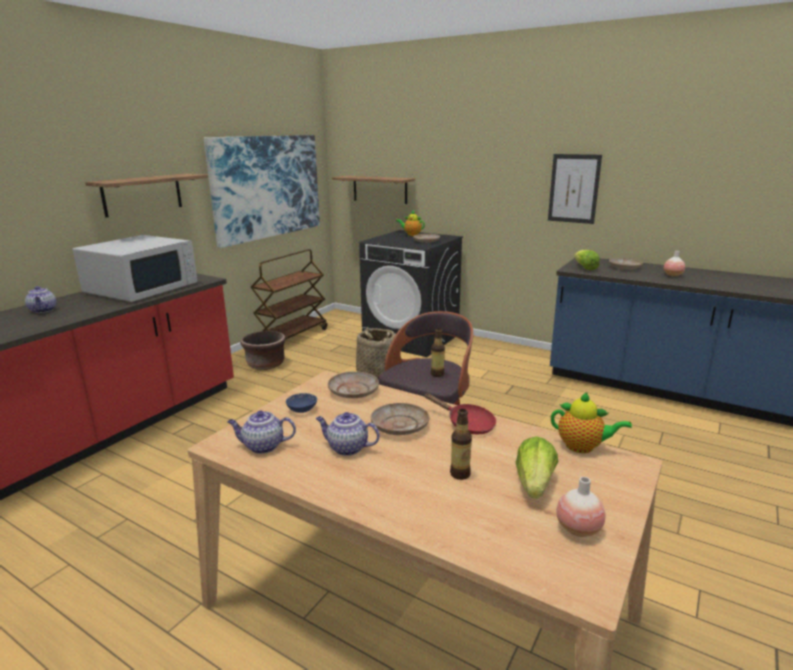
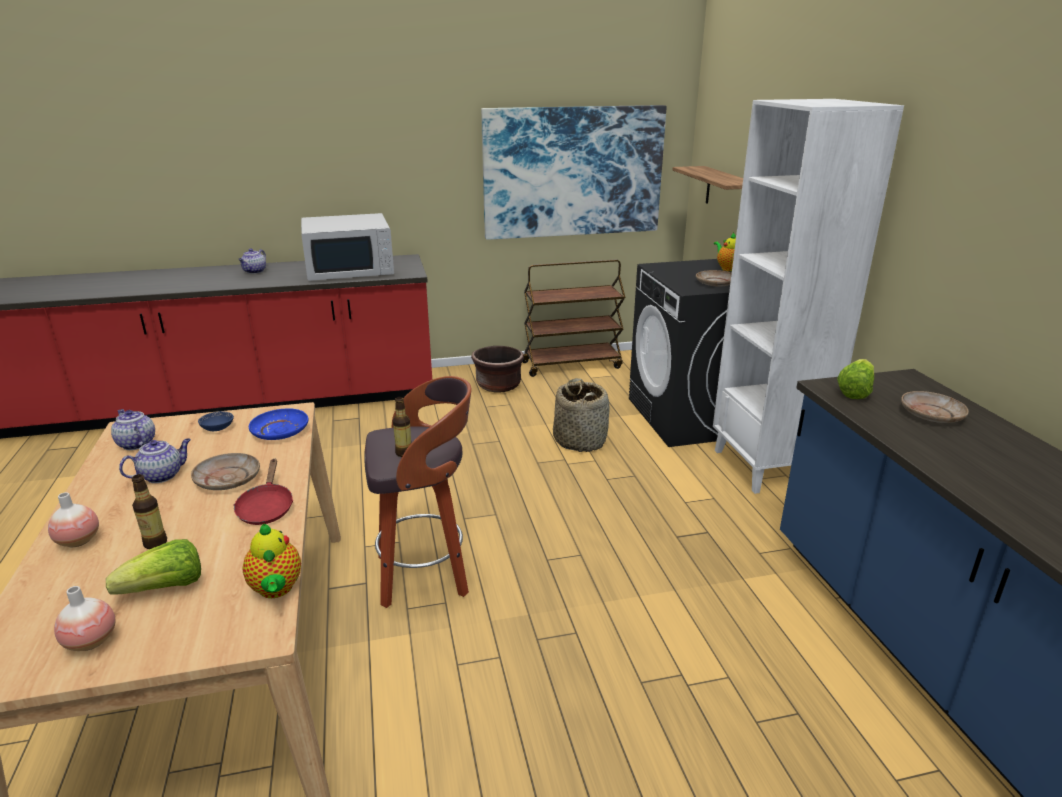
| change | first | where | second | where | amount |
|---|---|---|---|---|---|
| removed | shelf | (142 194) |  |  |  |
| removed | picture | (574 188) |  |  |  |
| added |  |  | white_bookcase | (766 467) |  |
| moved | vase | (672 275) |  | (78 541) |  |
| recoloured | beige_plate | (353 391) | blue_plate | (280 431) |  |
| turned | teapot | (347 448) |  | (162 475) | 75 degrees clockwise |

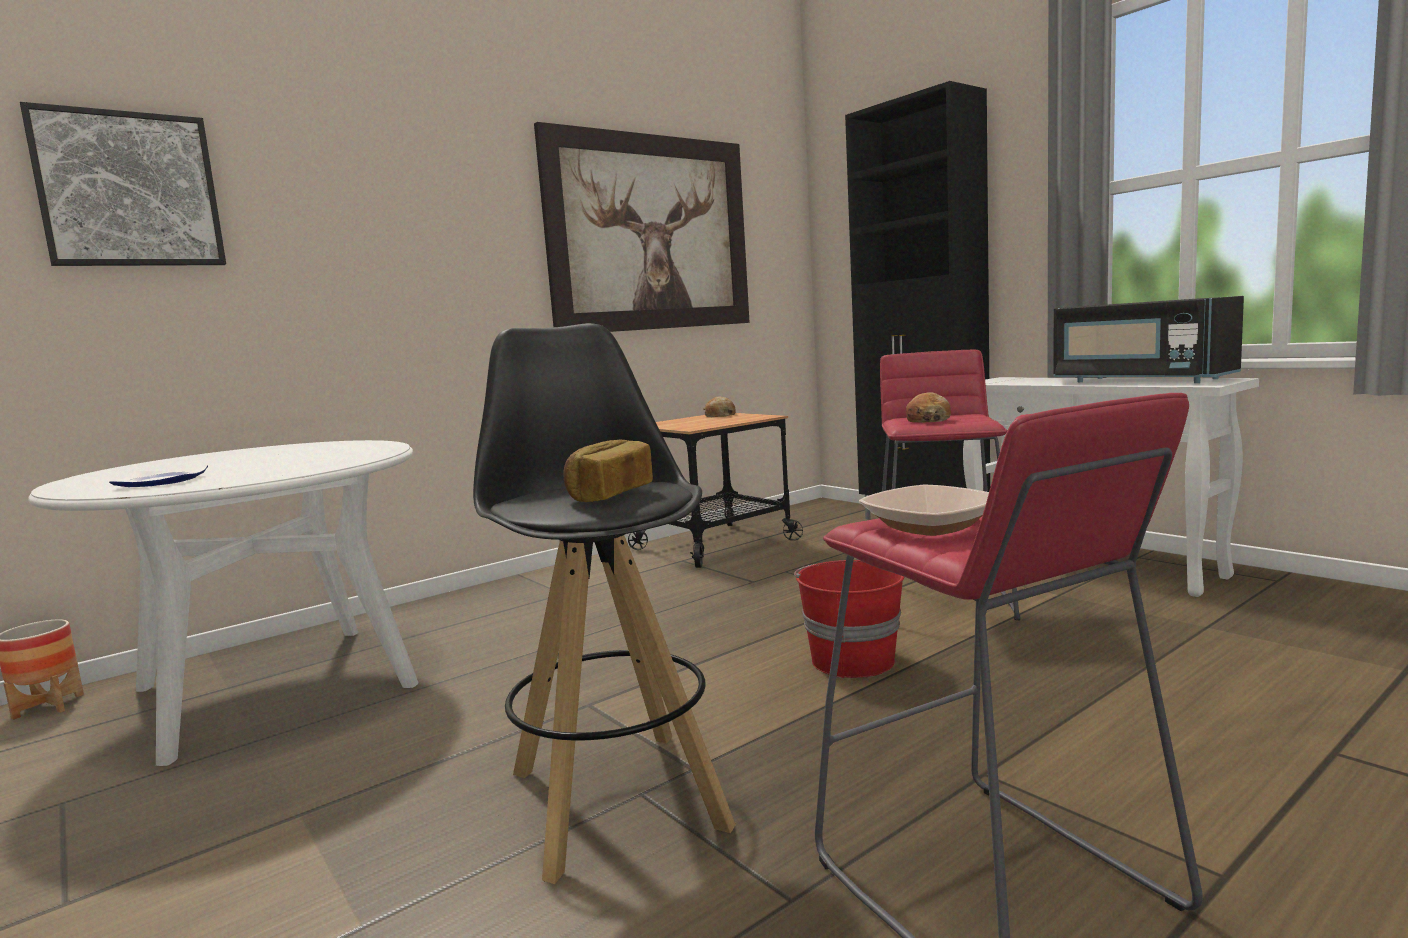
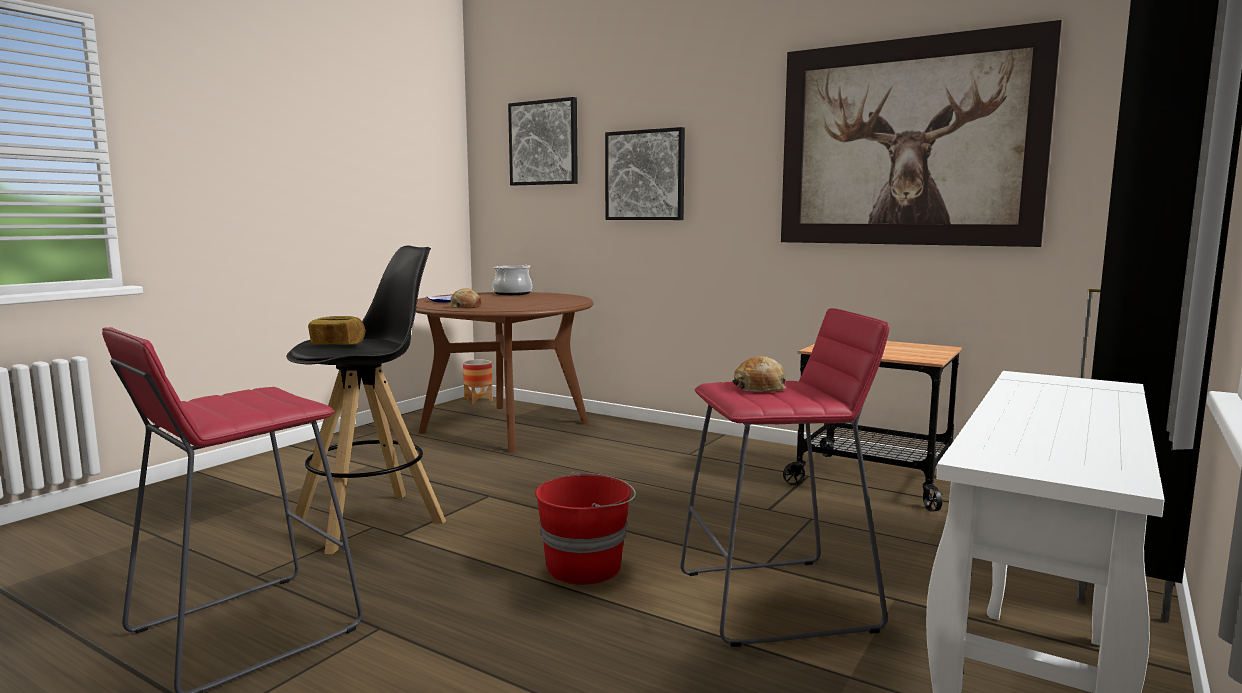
| change | first | where | second | where | amount |
|---|---|---|---|---|---|
| removed | bowl | (929 526) |  |  |  |
| removed | black_microwave | (1139 381) |  |  |  |
| added |  |  | cooking_pot | (512 293) |  |
| added |  |  | picture | (645 175) |  |
| moved | bread | (719 415) |  | (466 307) |  |
| recoloured | white_dining_table | (274 687) | brown_dining_table | (505 427) |  |

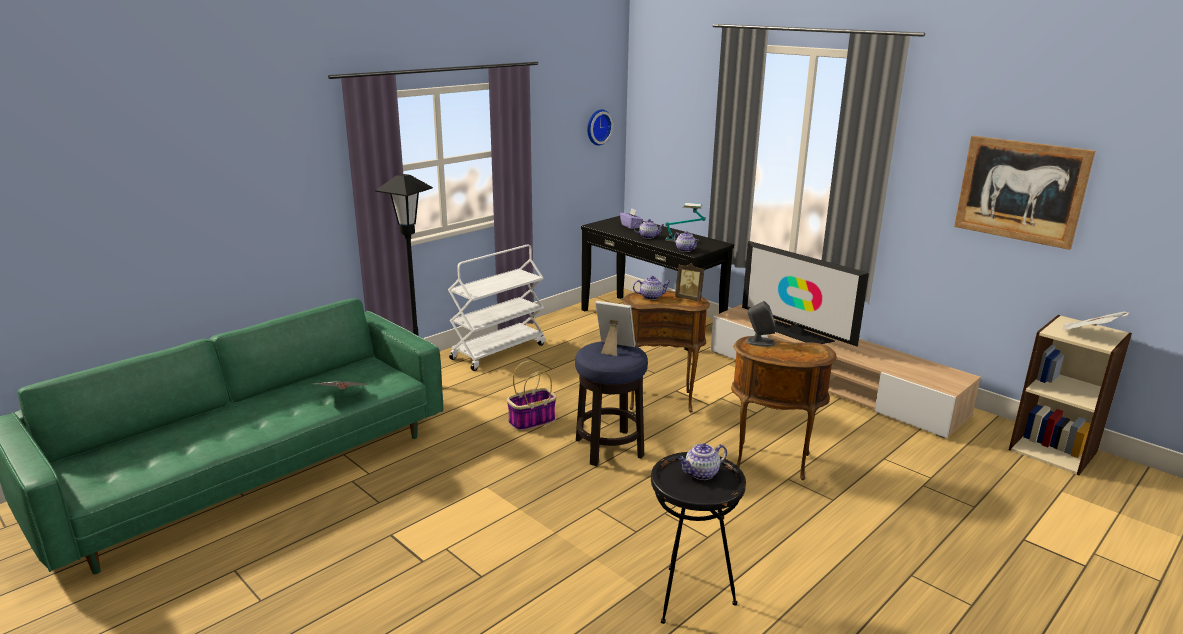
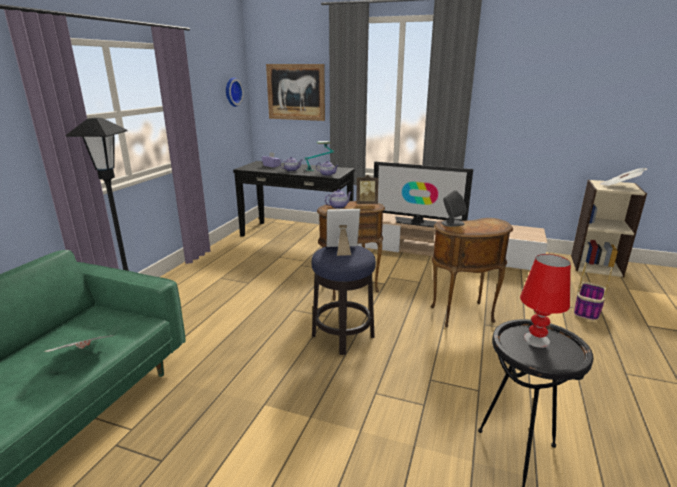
| change | first | where | second | where | amount |
|---|---|---|---|---|---|
| removed | white_cart | (498 351) |  |  |  |
| moved | basket | (531 421) |  | (587 311) |  |
| moved | picture | (1020 190) |  | (296 92) |  |
| replaced | teapot | (701 474) | red_table_lamp | (536 340) |  |

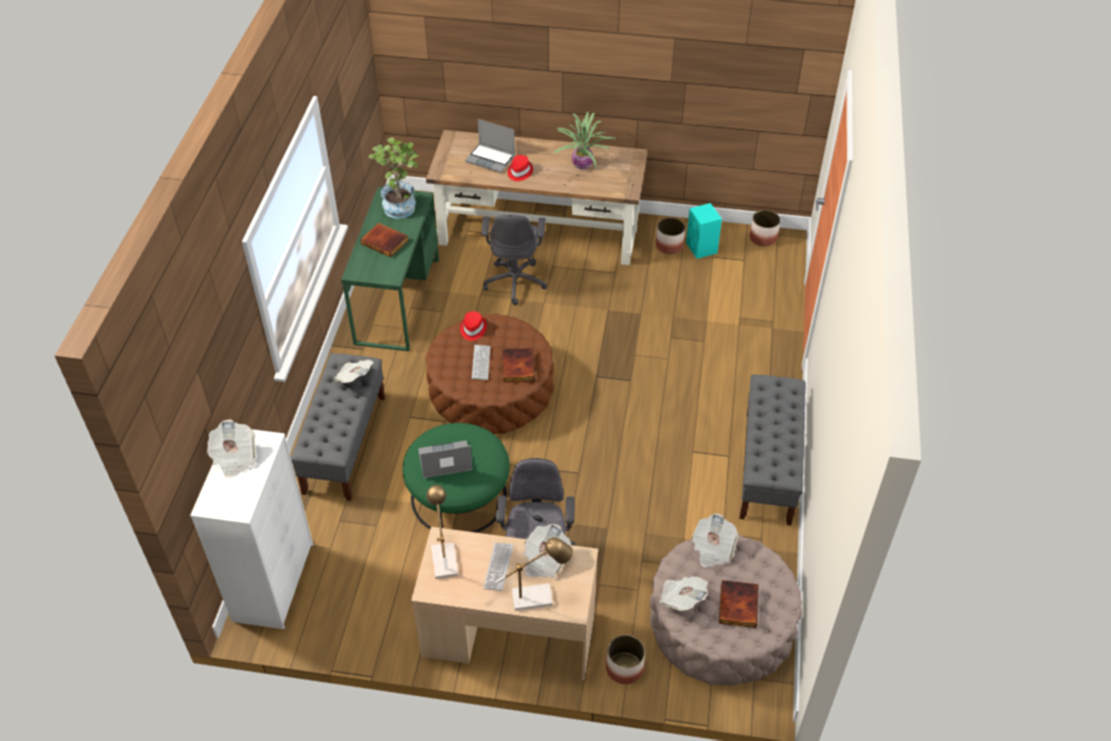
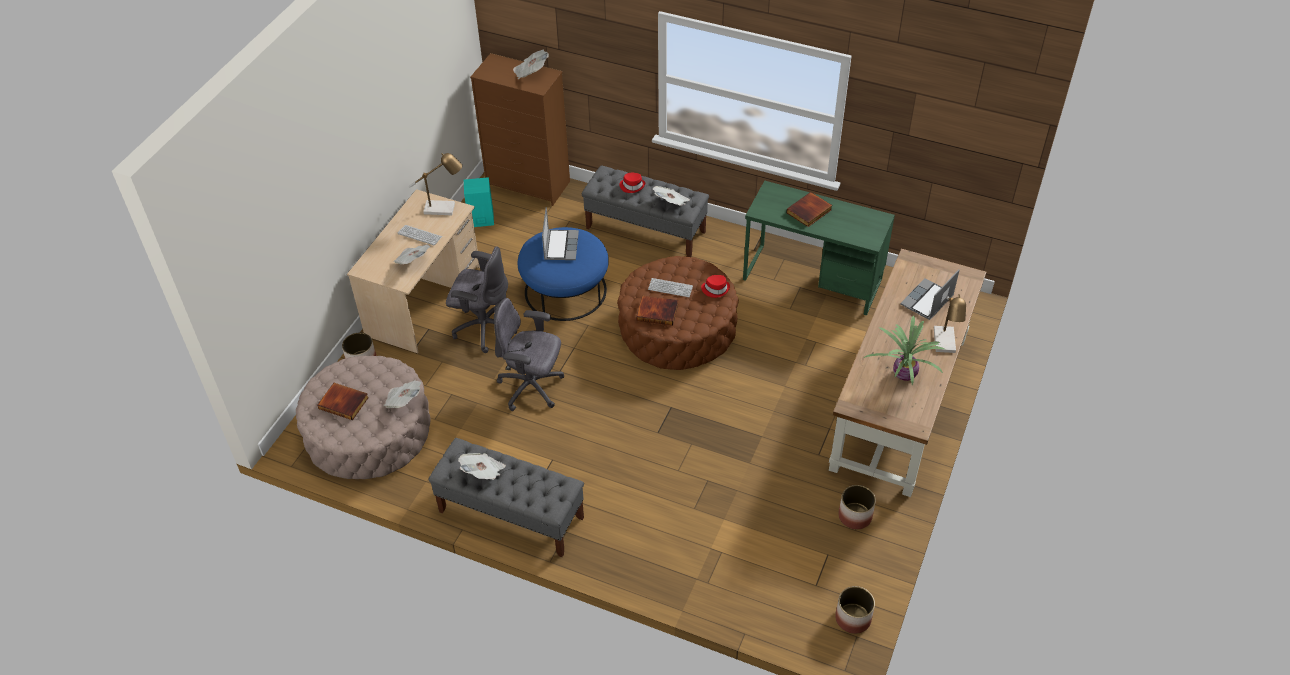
| change | first | where | second | where | amount |
|---|---|---|---|---|---|
| removed | potted_plant | (401 205) |  |  |  |
| moved | grey_office_chair | (515 281) |  | (532 388) |  |
| moved | table_lamp | (538 596) |  | (945 344) |  |
| moved | red_hat | (519 172) |  | (632 186) |  |
| moved | newspaper | (681 598) |  | (483 472) |  |
| moved | turquoise_speaker | (701 248) |  | (480 219) |  |
| recoloured | white_dresser | (274 581) | brown_dresser | (529 184) |  |
| recoloured | green_ottoman | (458 496) | blue_ottoman | (565 290) |  |

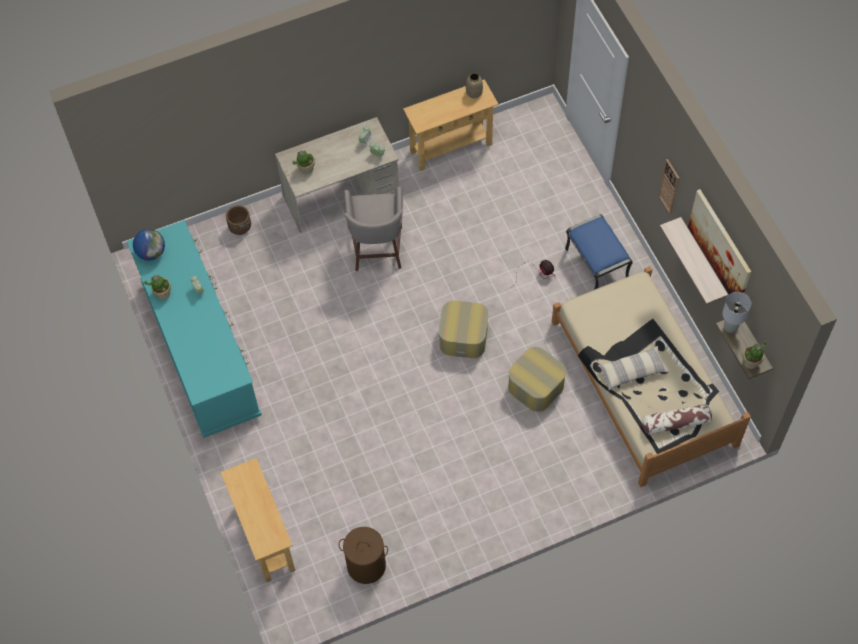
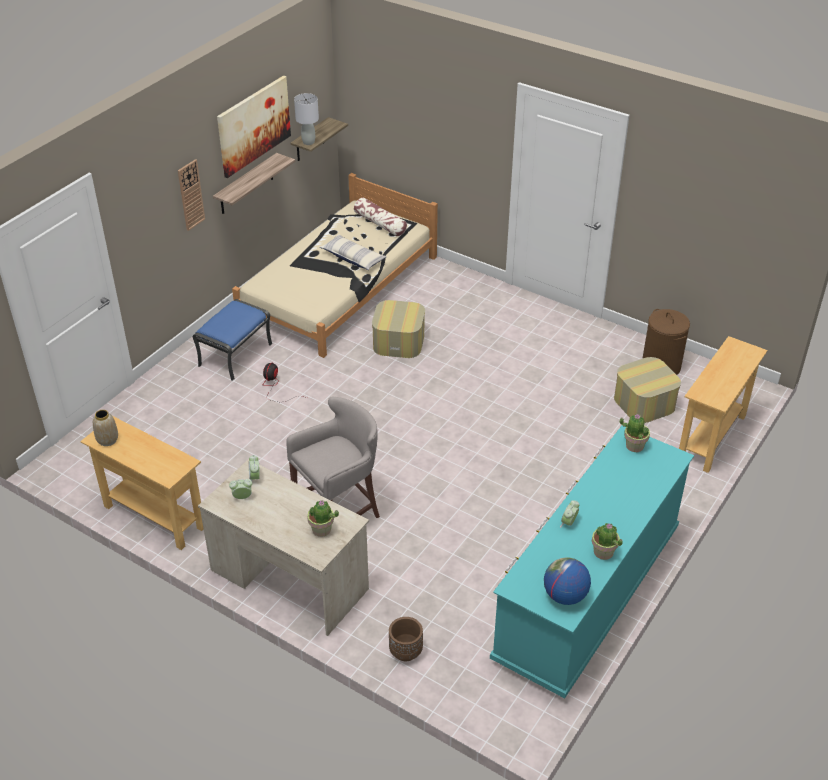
| change | first | where | second | where | amount |
|---|---|---|---|---|---|
| moved | ottoman | (463 336) |  | (644 402) |  |
| moved | potted_plant | (751 362) |  | (634 445) |  |

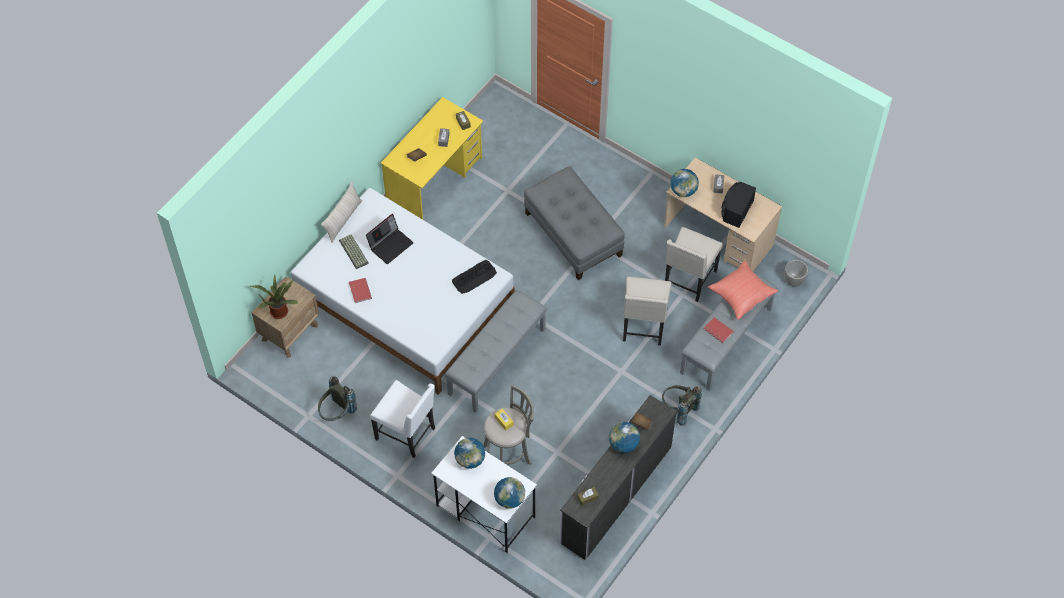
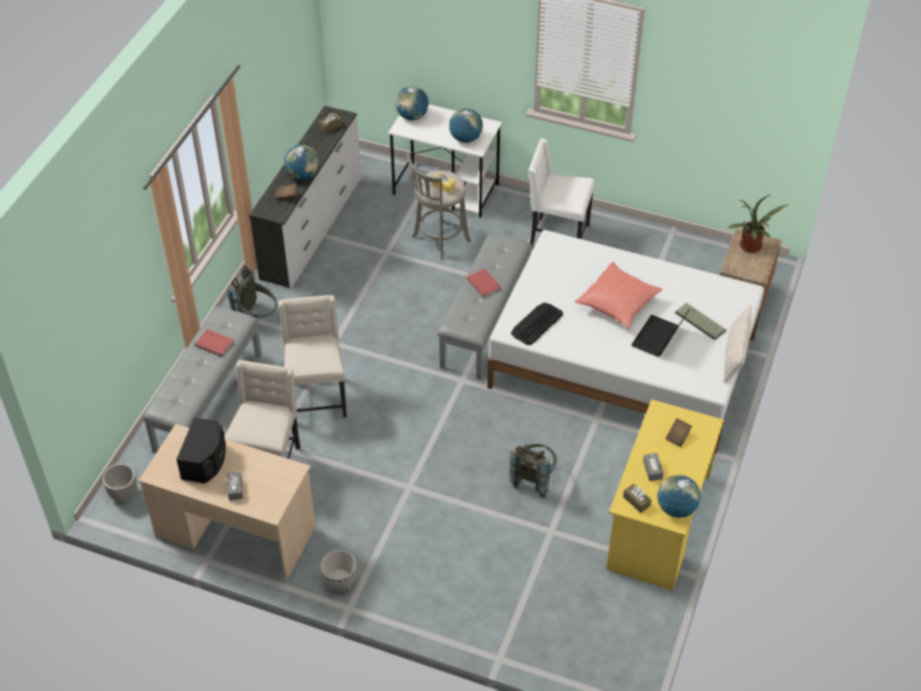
| change | first | where | second | where | amount |
|---|---|---|---|---|---|
| removed | grey_ottoman | (574 234) |  |  |  |
| added |  |  | planter | (340 581) |  |
| moved | grey_backpack | (337 413) |  | (534 478) |  |
| moved | red_book | (359 291) |  | (484 283) |  |
| moved | globe | (683 191) |  | (676 508) |  |
| moved | red_pillow | (741 295) |  | (618 304) |  |

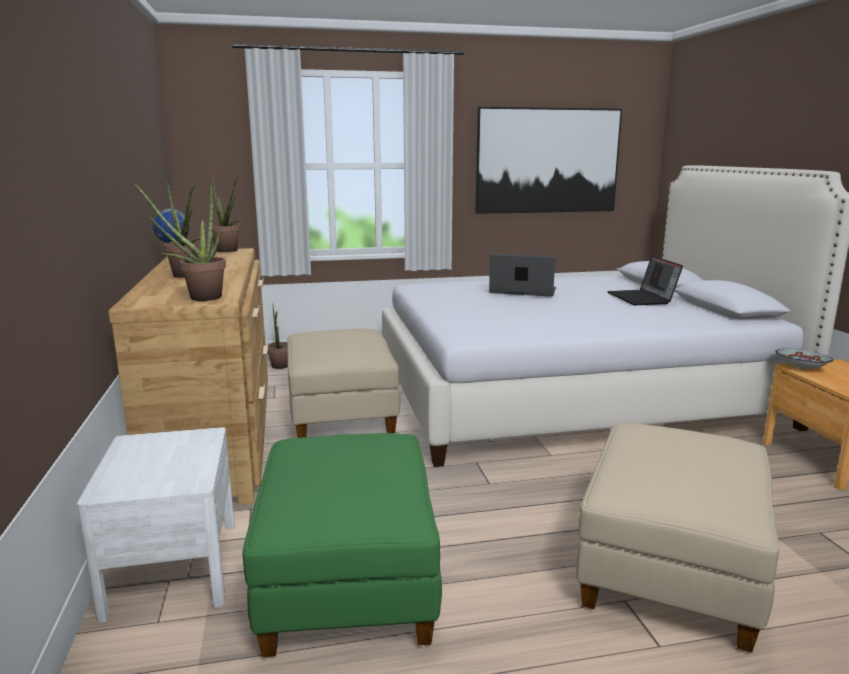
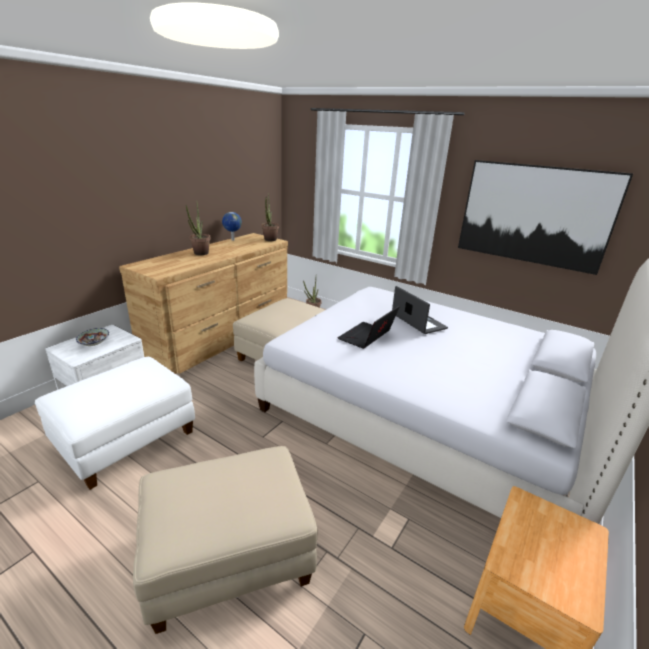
| change | first | where | second | where | amount |
|---|---|---|---|---|---|
| removed | potted_plant | (198 298) |  |  |  |
| moved | laptop | (642 298) |  | (367 337) |  |
| moved | bowl | (801 369) |  | (94 344) |  |
| recoloured | green_ottoman | (350 582) | white_ottoman | (126 440) |  |

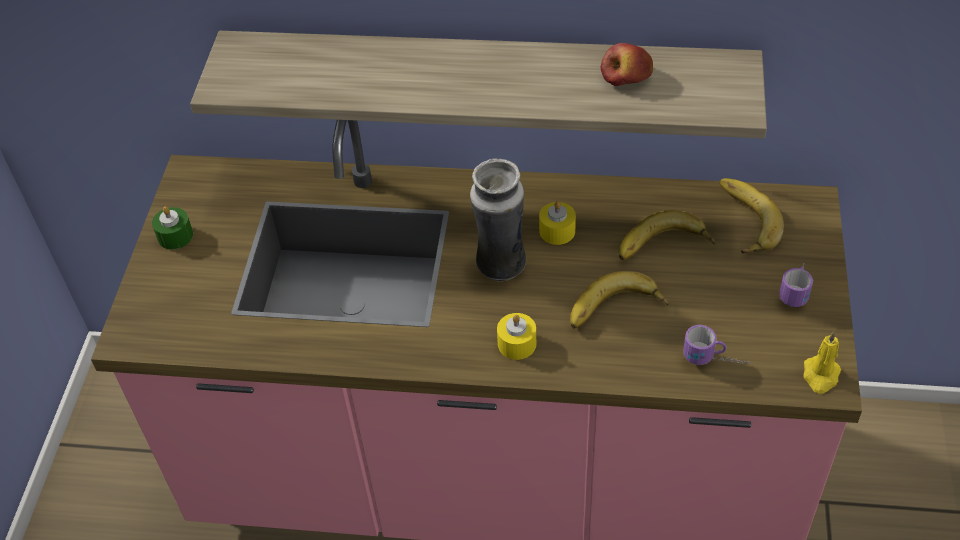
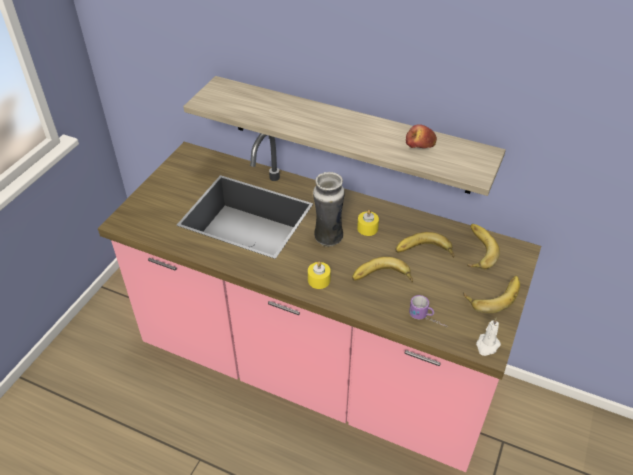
| change | first | where | second | where | amount |
|---|---|---|---|---|---|
| removed | green_candle | (175 236) |  |  |  |
| replaced | mug | (796 289) | banana | (492 294) |  |
| recoloured | yellow_candle | (820 376) | white_candle | (487 345) |  |

